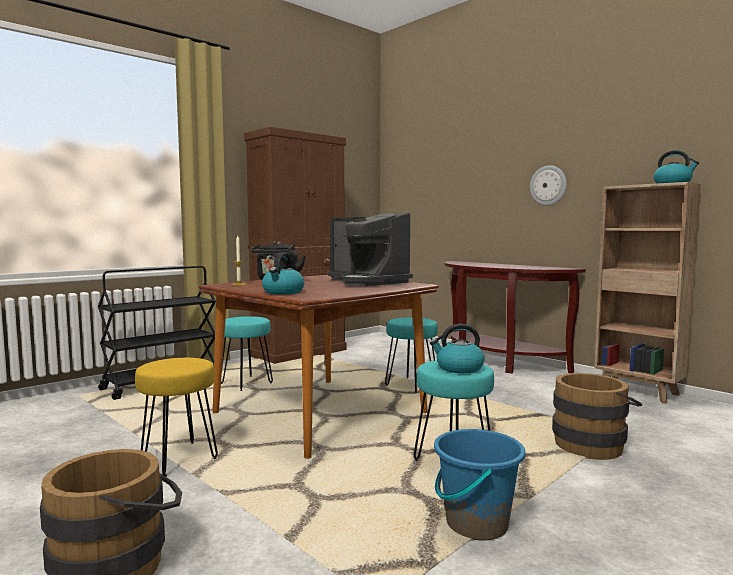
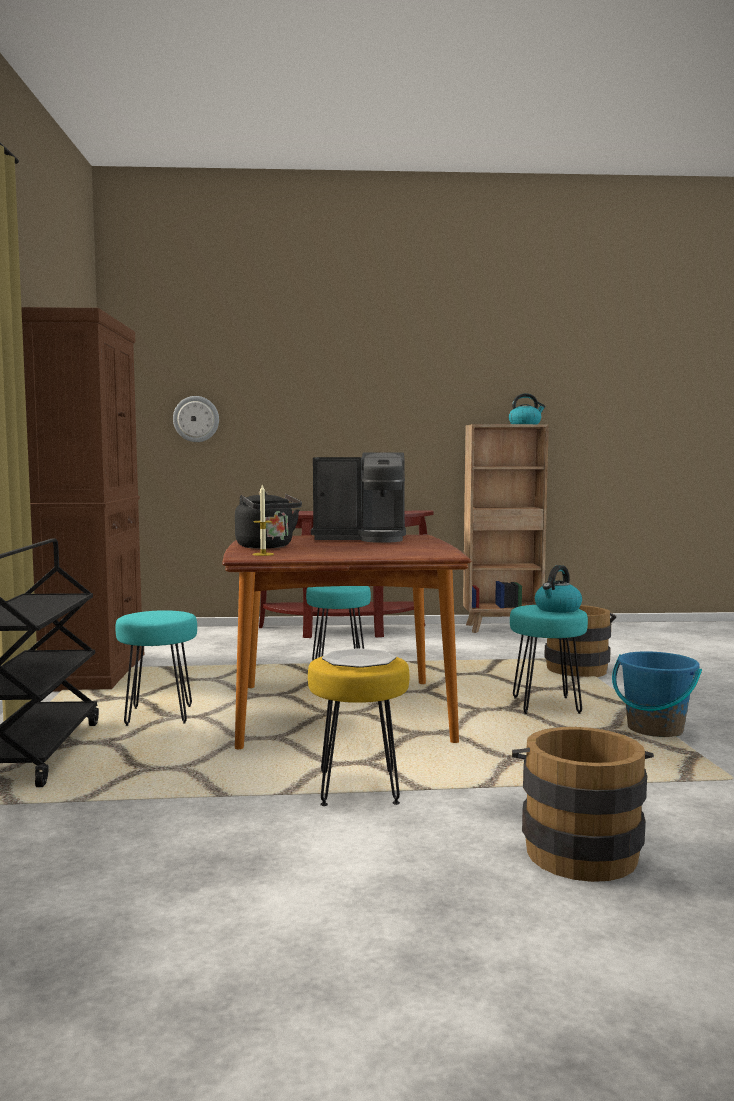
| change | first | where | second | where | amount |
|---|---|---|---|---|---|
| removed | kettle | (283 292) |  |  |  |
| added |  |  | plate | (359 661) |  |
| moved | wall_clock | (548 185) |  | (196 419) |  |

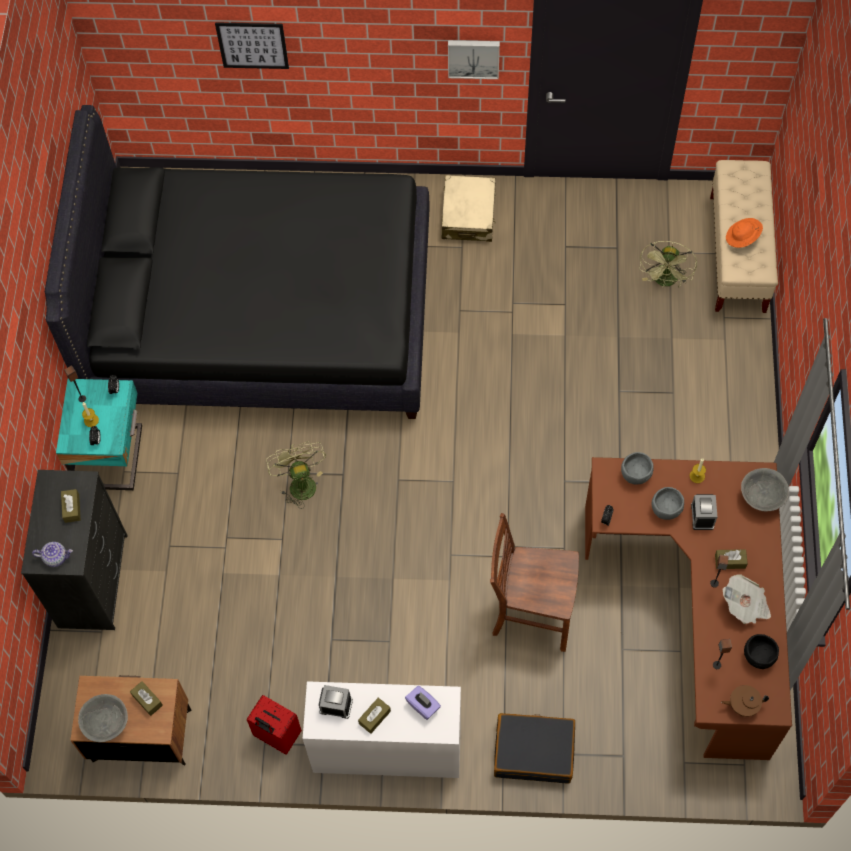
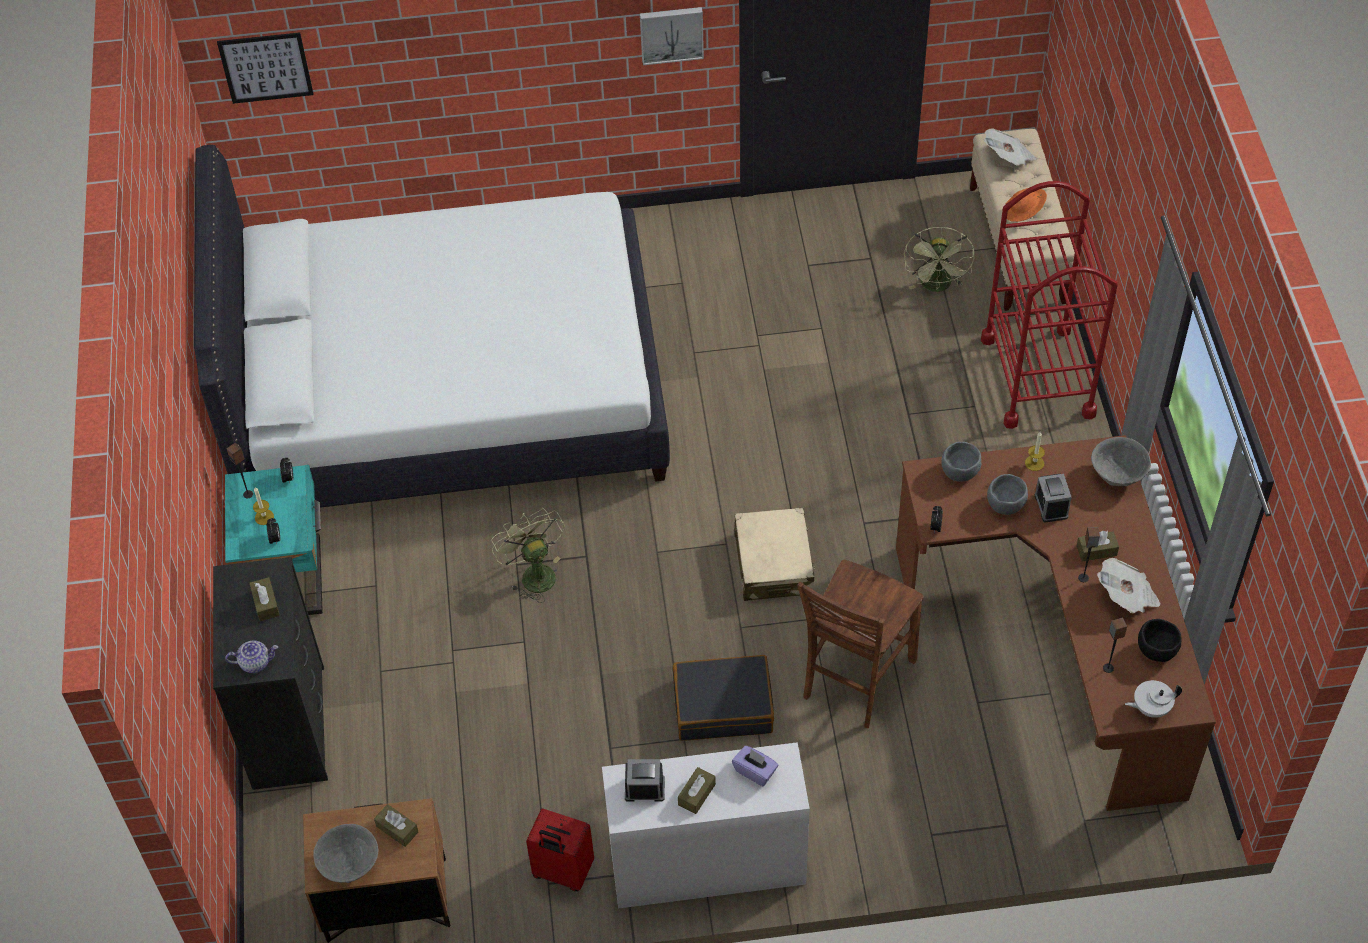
| change | first | where | second | where | amount |
|---|---|---|---|---|---|
| added |  |  | red_cart | (1037 376) |  |
| added |  |  | newspaper | (1008 158) |  |
| moved | picture | (252 45) |  | (266 67) |  |
| moved | beige_suitcase | (468 215) |  | (773 563) |  |
| moved | black_suitcase | (534 751) |  | (723 705) |  |
| recoloured | black_bed | (262 316) | white_bed | (449 392) |  |
| recoloured | brown_teapot | (742 705) | white_teapot | (1150 708) |  |
| turned | brown_chair | (531 614) |  | (855 679) | 60 degrees counterclockwise |

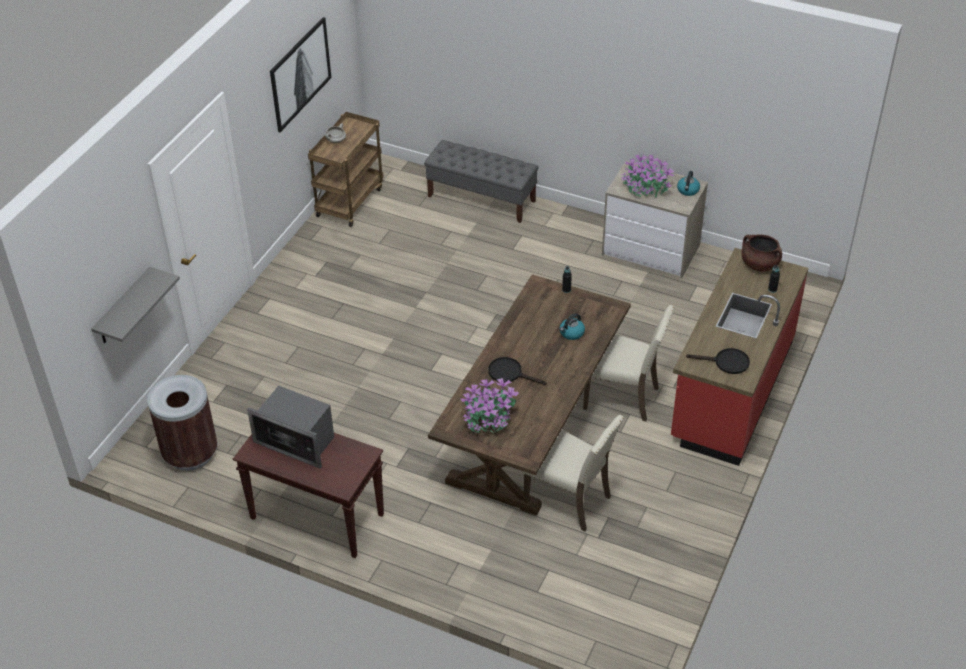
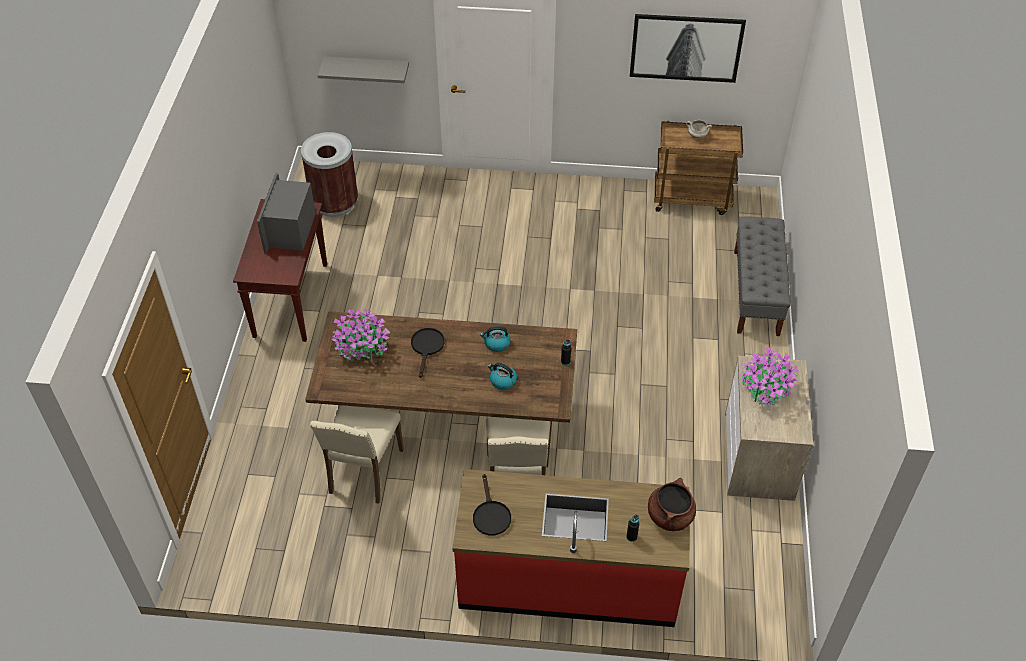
| change | first | where | second | where | amount |
|---|---|---|---|---|---|
| moved | kettle | (688 190) |  | (496 344) |  |

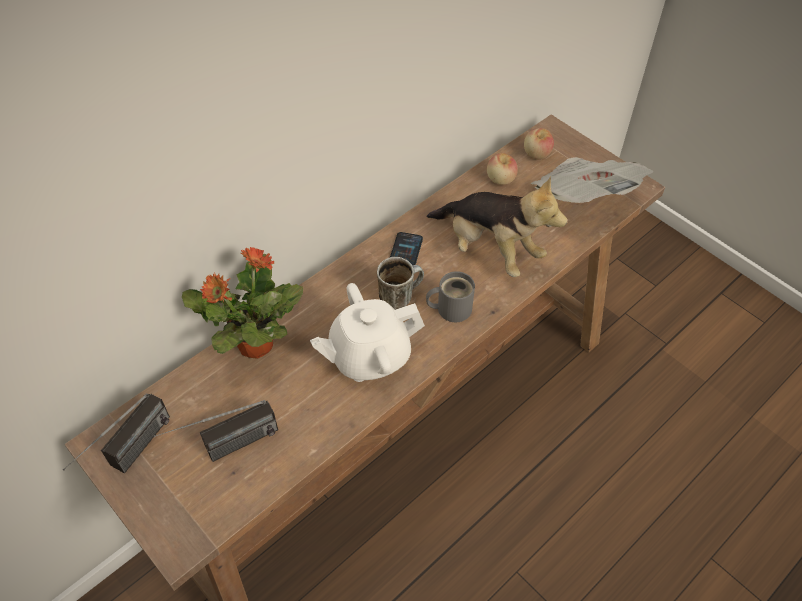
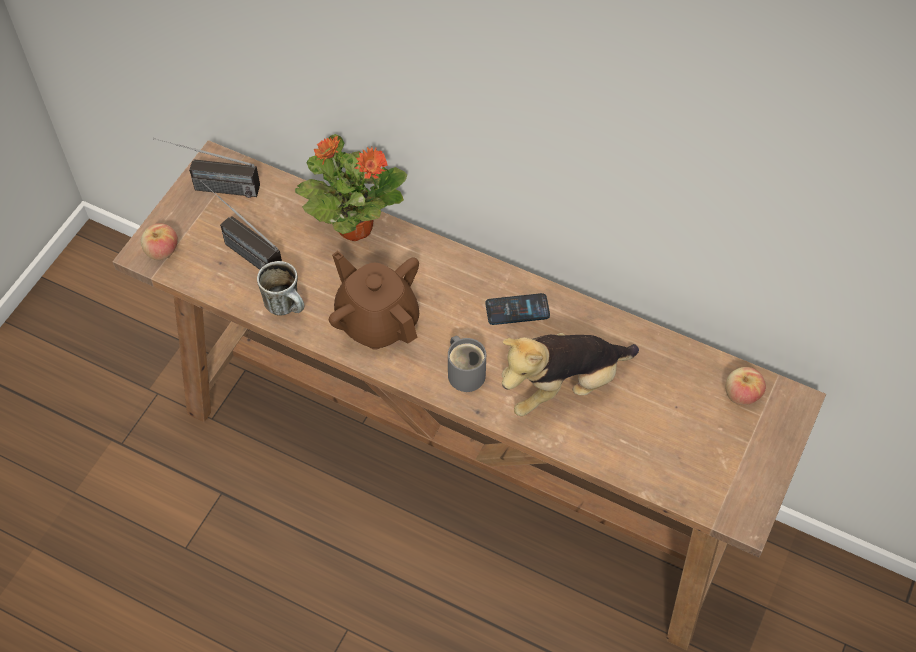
| change | first | where | second | where | amount |
|---|---|---|---|---|---|
| removed | newspaper | (584 198) |  |  |  |
| moved | mug | (400 296) |  | (288 307) |  |
| moved | apple | (500 179) |  | (162 251) |  |
| recoloured | white_teapot | (369 356) | brown_teapot | (377 320) |  |
| turned | plush_toy | (489 249) |  | (562 386) | 45 degrees clockwise |

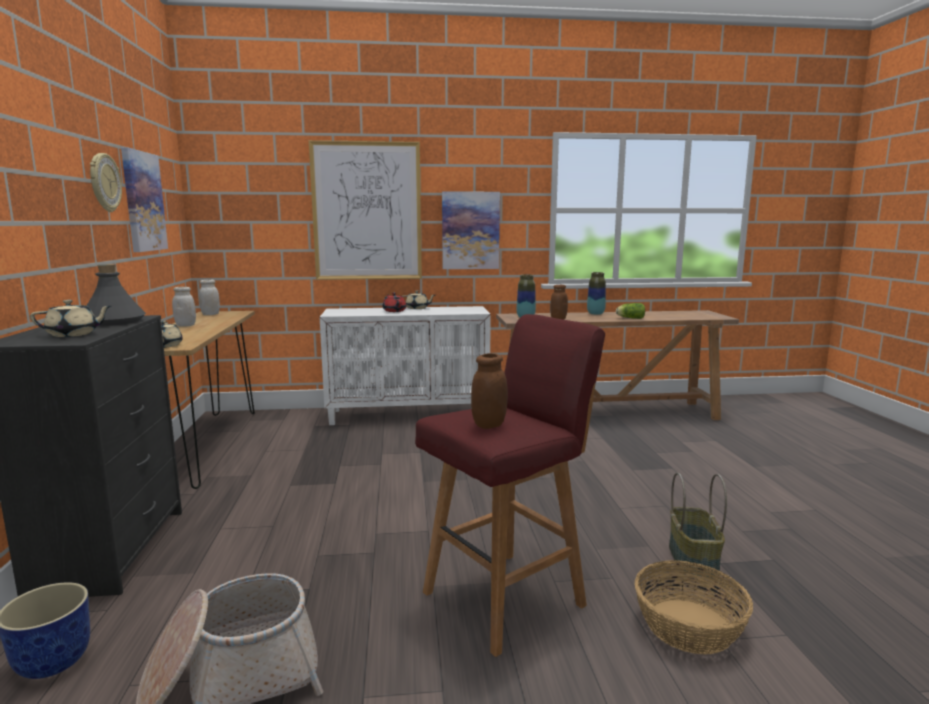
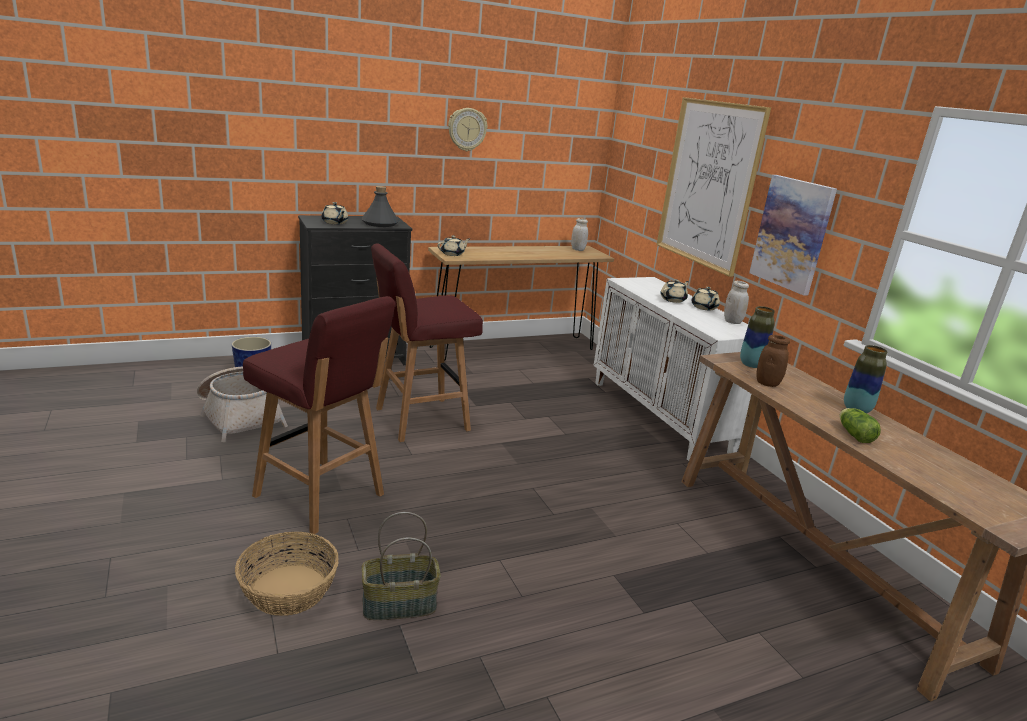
| change | first | where | second | where | amount |
|---|---|---|---|---|---|
| removed | picture | (143 201) |  |  |  |
| removed | brown_jar | (489 425) |  |  |  |
| added |  |  | red_stool | (419 419) |  |
| moved | white_jar | (185 325) |  | (732 321) |  |
| recoloured | red_teapot | (394 311) | beige_teapot | (673 300) |  |

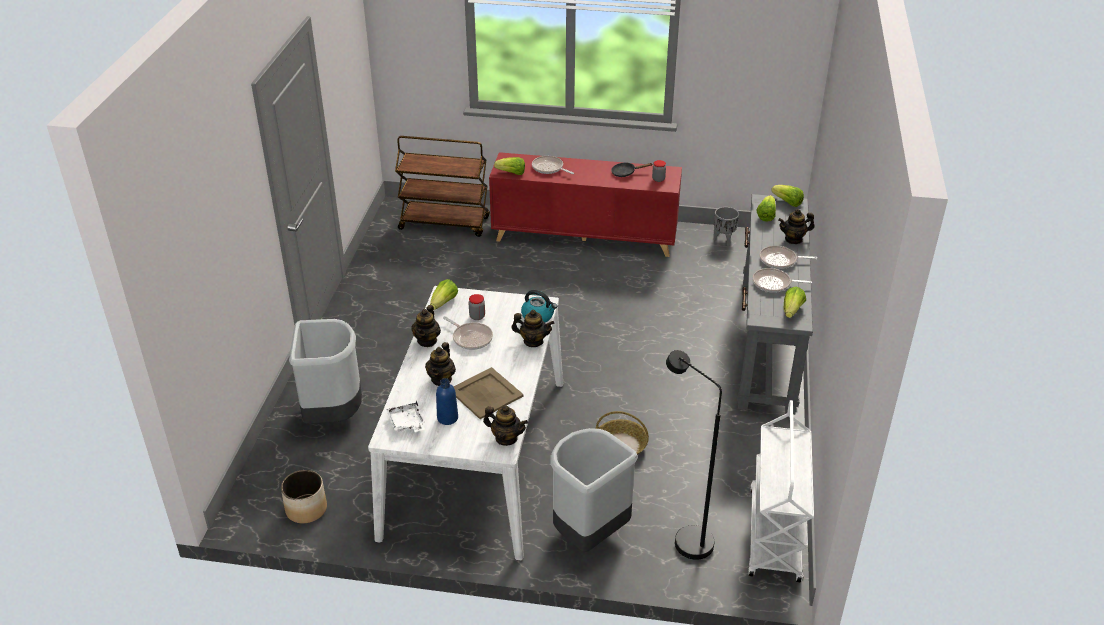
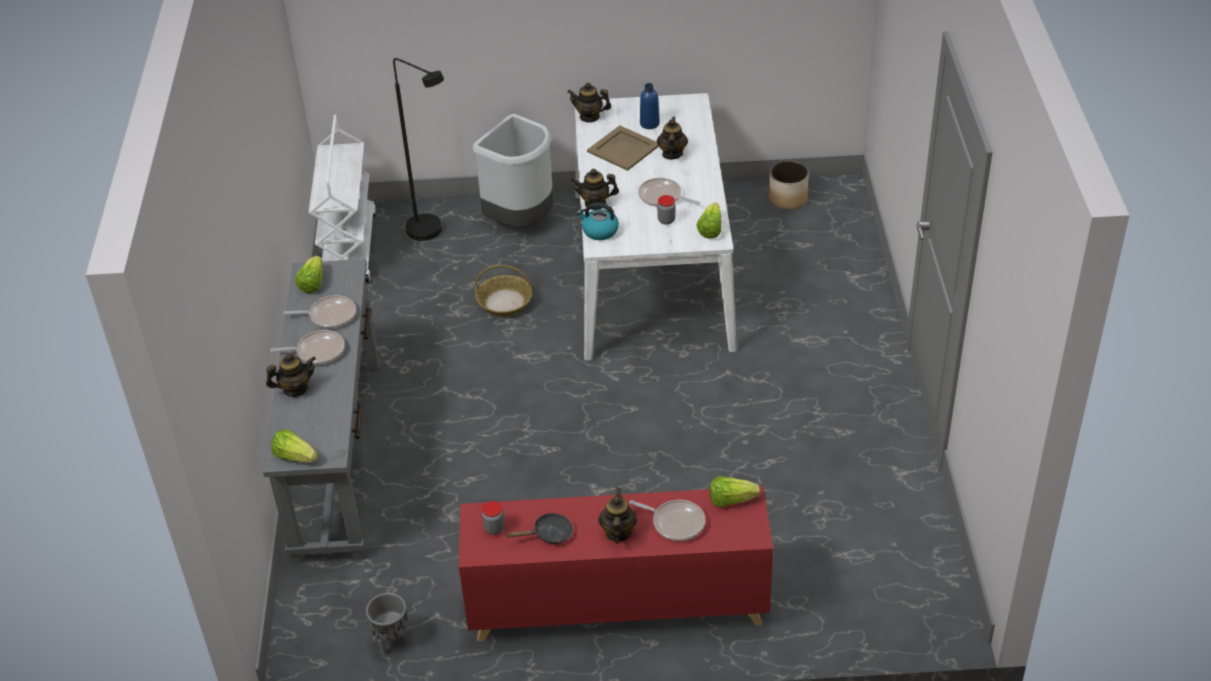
| change | first | where | second | where | amount |
|---|---|---|---|---|---|
| removed | grey_trash_can | (333 415) |  |  |  |
| removed | white_tray | (407 423) |  |  |  |
| removed | brown_cart | (445 223) |  |  |  |
| removed | lettuce | (766 215) |  |  |  |
| moved | teapot | (427 340) |  | (617 532) |  |

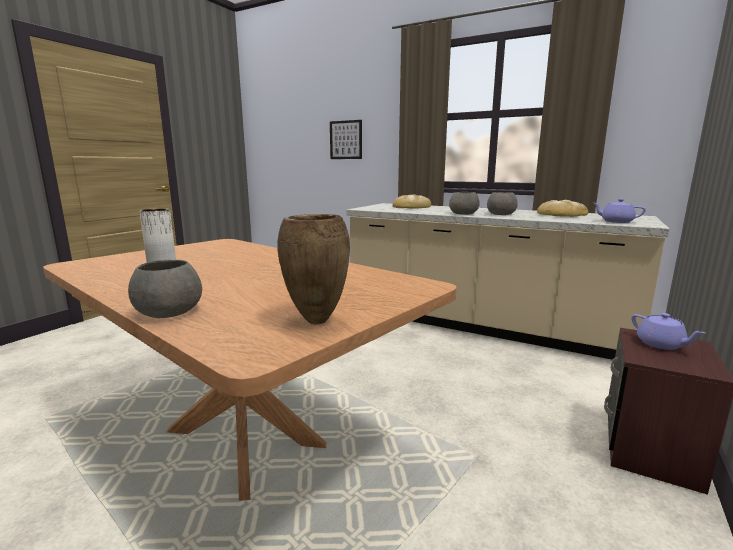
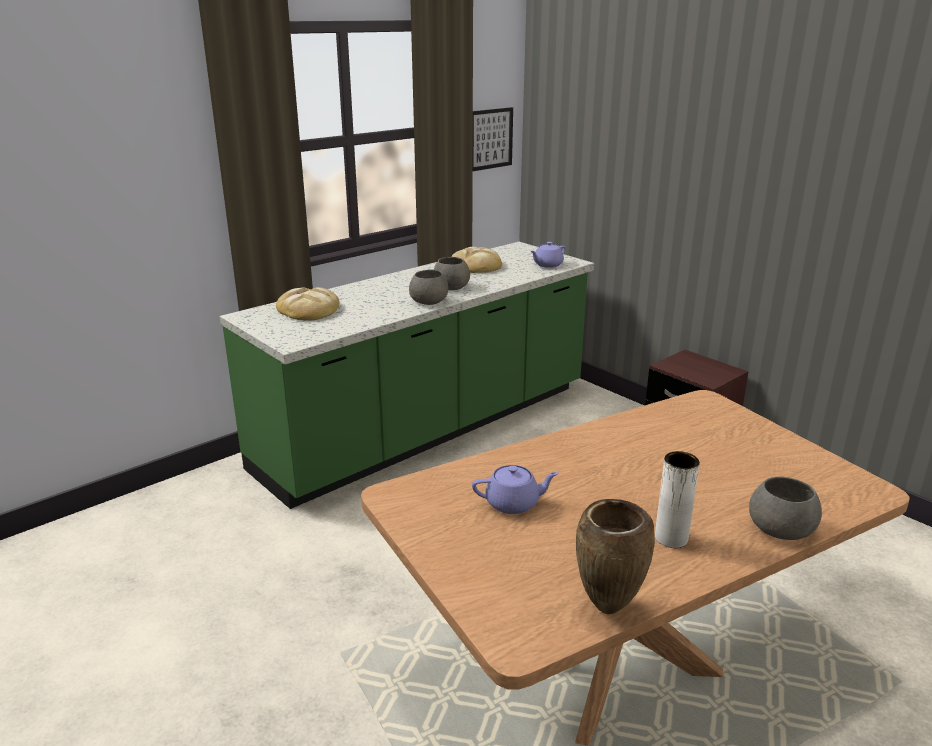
| change | first | where | second | where | amount |
|---|---|---|---|---|---|
| moved | brown_vase | (315 321) |  | (607 609) |  |
| moved | picture | (346 140) |  | (490 139) |  |
| moved | purple_teapot | (661 344) |  | (513 503) |  |
| recoloured | beige_counter | (481 325) | green_counter | (428 428) |  |

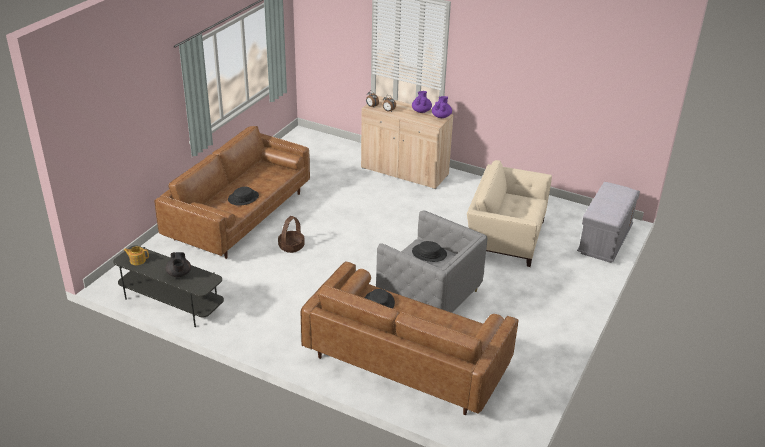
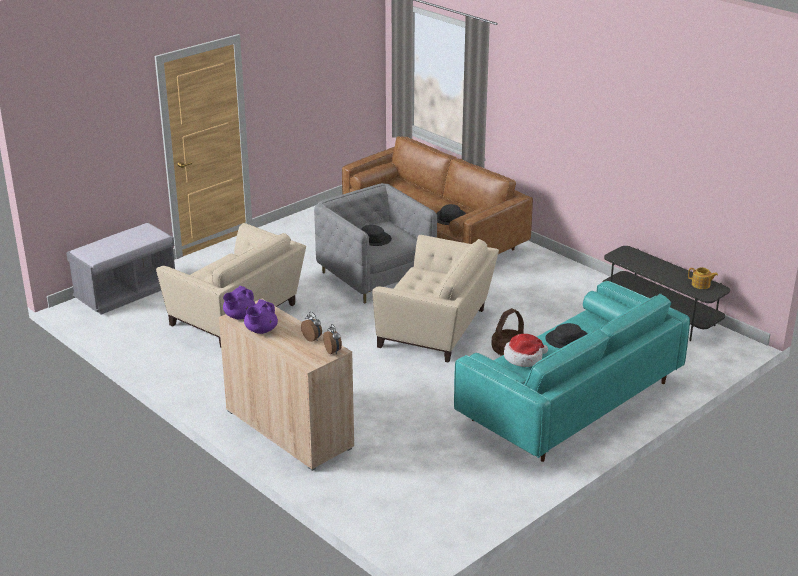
| change | first | where | second | where | amount |
|---|---|---|---|---|---|
| removed | black_teapot | (179 274) |  |  |  |
| added |  |  | beige_armchair | (436 329) |  |
| added |  |  | hat | (524 358) |  |
| recoloured | brown_sofa | (239 216) | turquoise_sofa | (570 401) |  |

